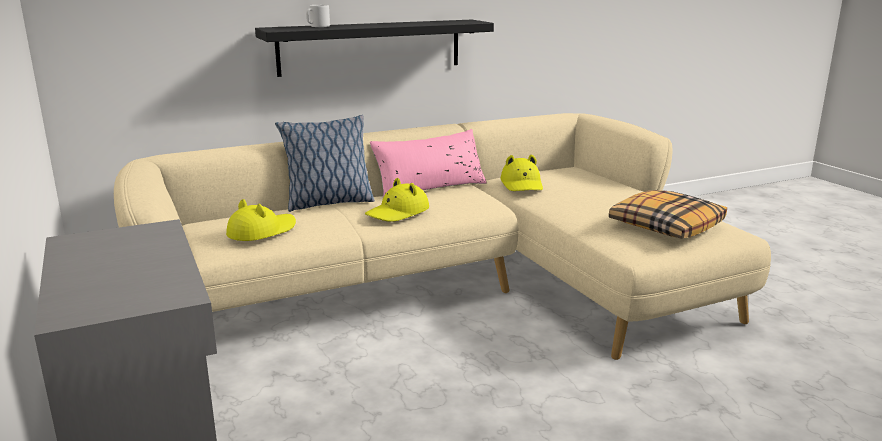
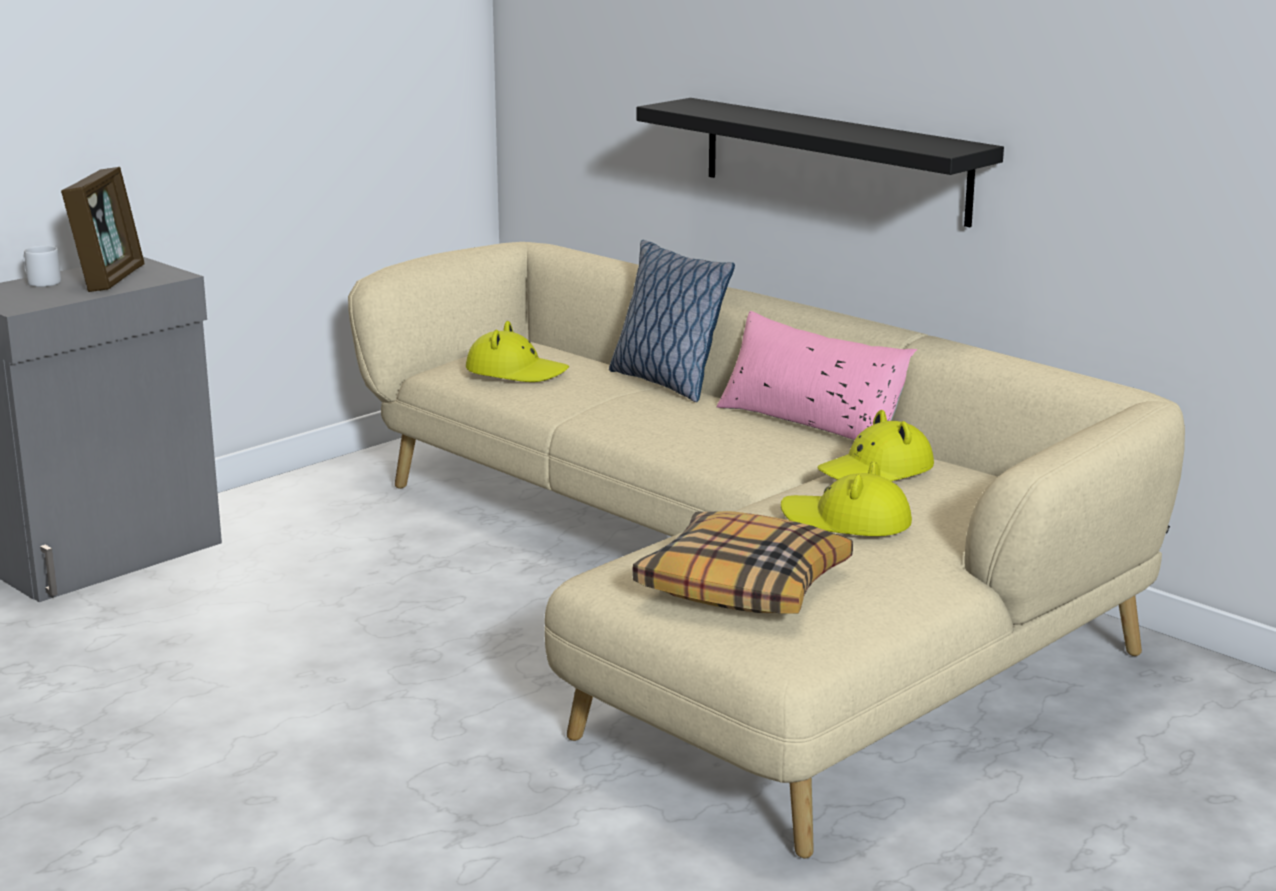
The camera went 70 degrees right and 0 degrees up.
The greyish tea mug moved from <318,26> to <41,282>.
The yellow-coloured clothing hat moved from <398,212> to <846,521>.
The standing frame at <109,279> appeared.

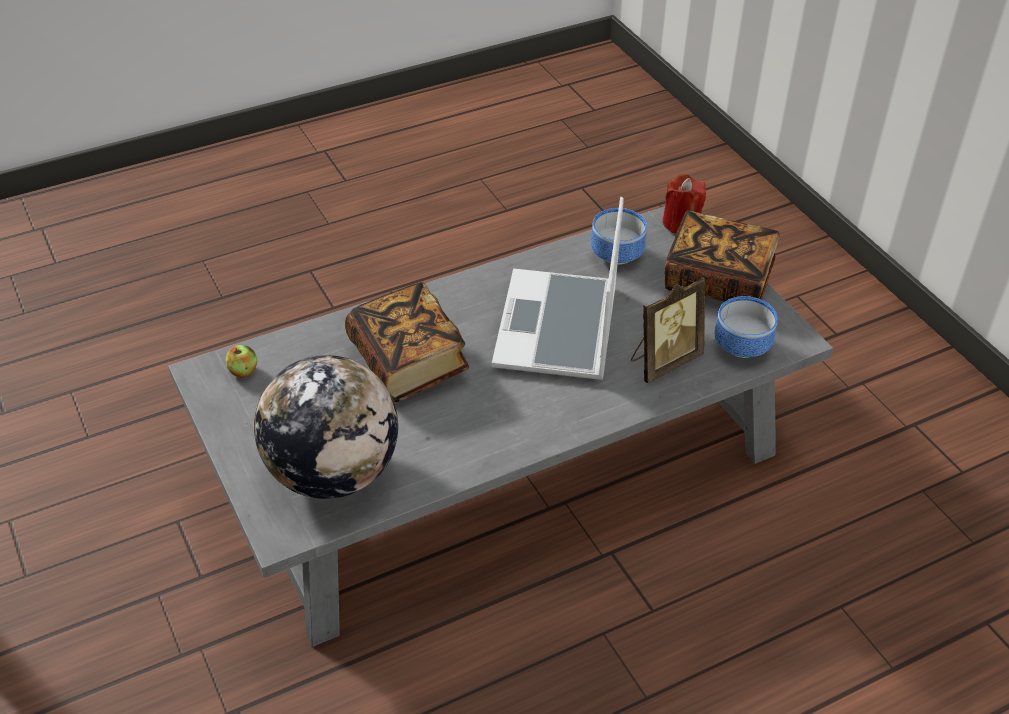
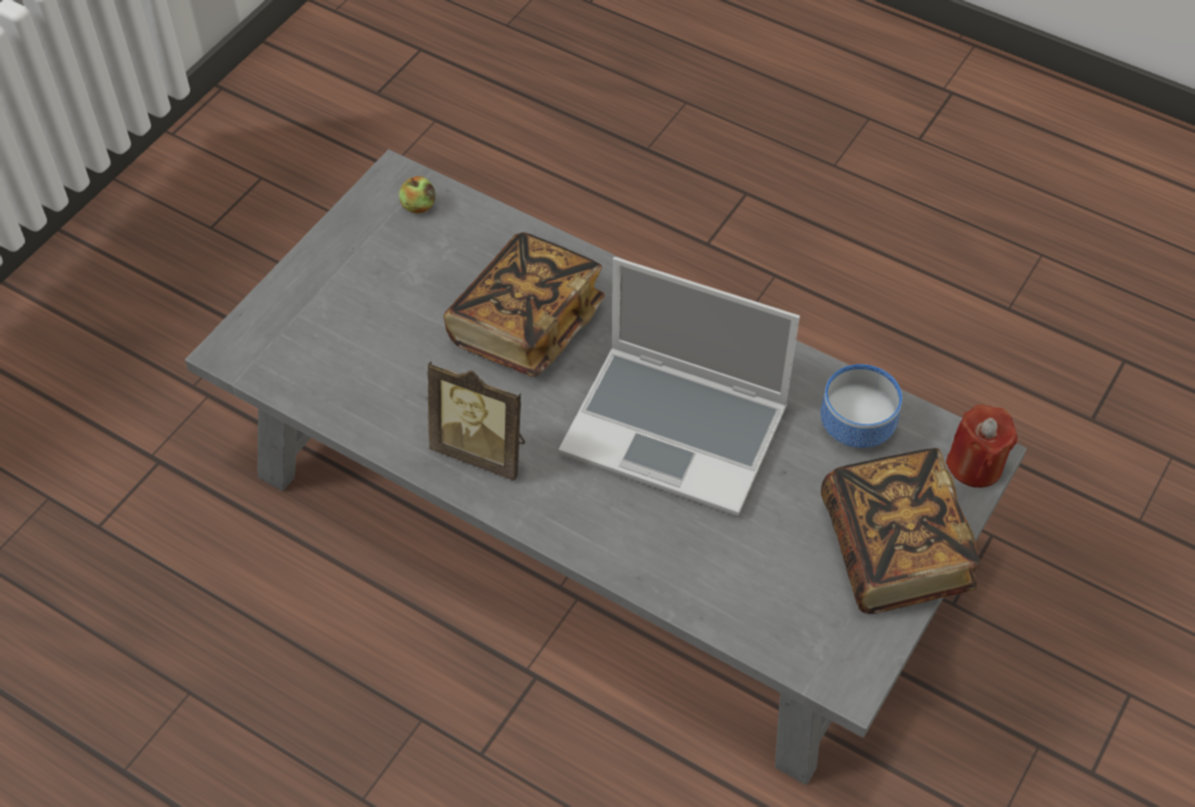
The camera went 60 degrees right and 10 degrees up.
The world globe at <332,473> disappeared.
The notebook computer at <559,329> turned 135 degrees counterclockwise.
The standing frame moved from <663,361> to <482,450>.
The bowl at <740,344> disappeared.

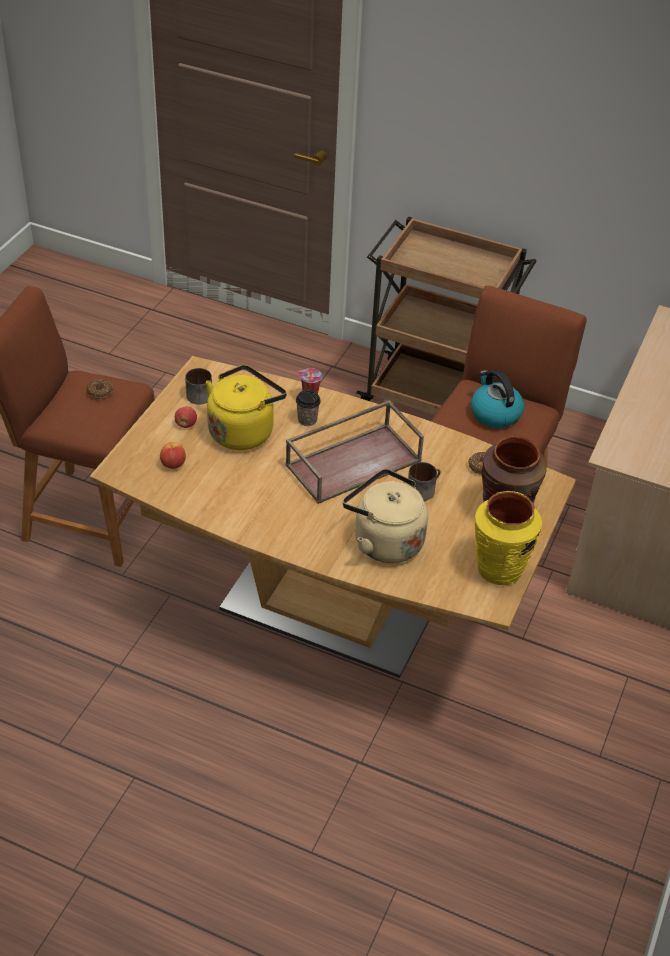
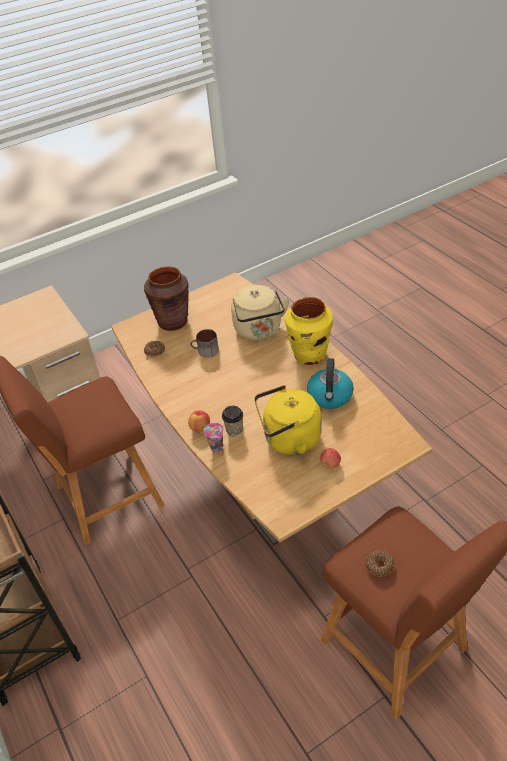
The camera went 140 degrees left and 0 degrees up.
The apple moved from <173,464> to <200,428>.
The tea mug at <197,393> disappeared.
The brownish tray at <354,461> disappeared.
The water kettle moved from <494,413> to <330,396>.
The yellow-coloured flower vase moved from <499,569> to <309,355>.

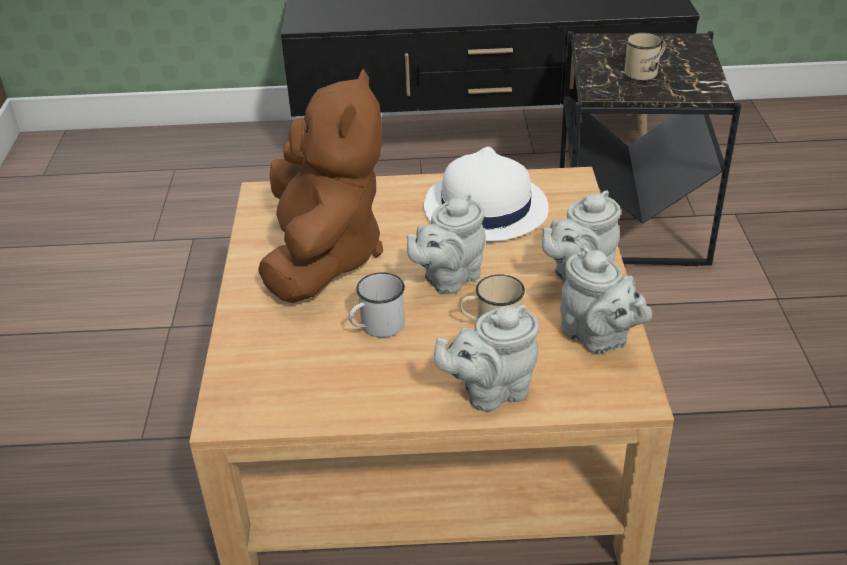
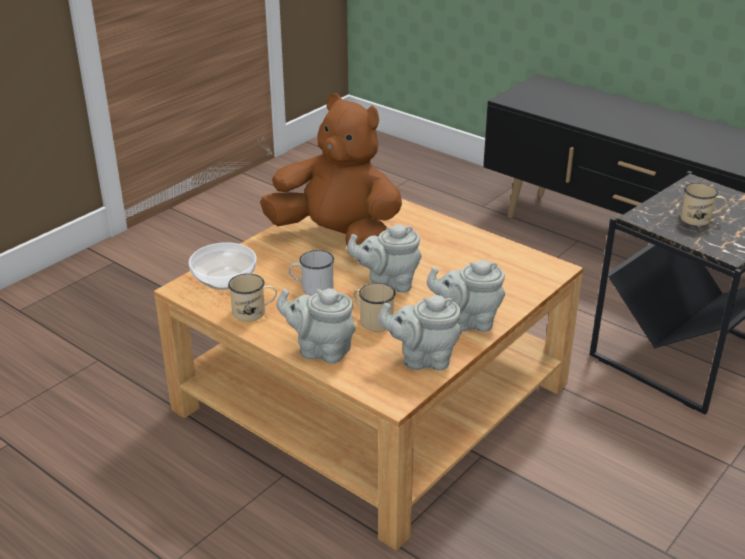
The camera went 40 degrees right and 5 degrees down.
The brownish plush toy at <323,257> turned 105 degrees counterclockwise.
The whitish clothing hat at <484,208> disappeared.
The greyish pot for tea at <598,338> turned 90 degrees clockwise.
The bowl at <223,280> appeared.
The beige tea mug at <254,312> appeared.

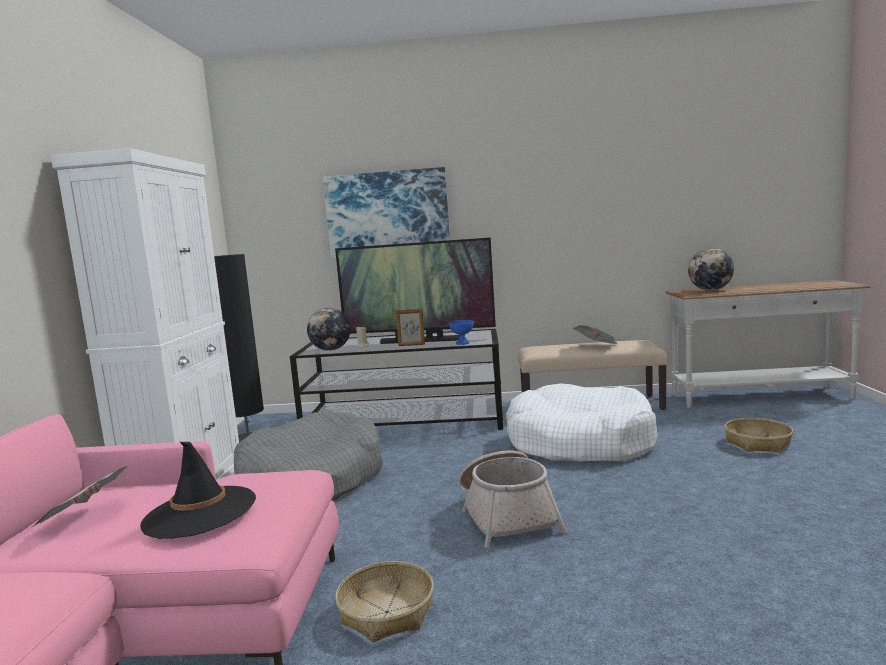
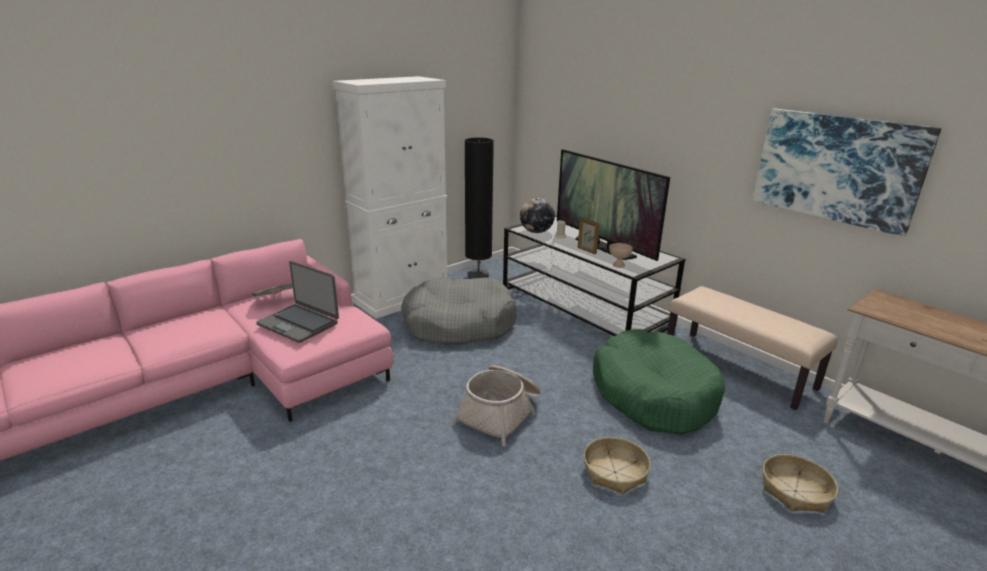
The camera went 45 degrees right and 15 degrees up.
The blackish clothing hat at <199,512> was replaced by the notebook computer at <299,323>.
The picture moved from <387,213> to <837,168>.
The storage basket moved from <386,612> to <614,472>.
The blue bowl at <462,343> became the beige bowl at <619,265>.
The whitish pet bed at <579,442> became the green pet bed at <653,394>.
The printed paper at <597,346> disappeared.
The world globe at <710,290> disappeared.

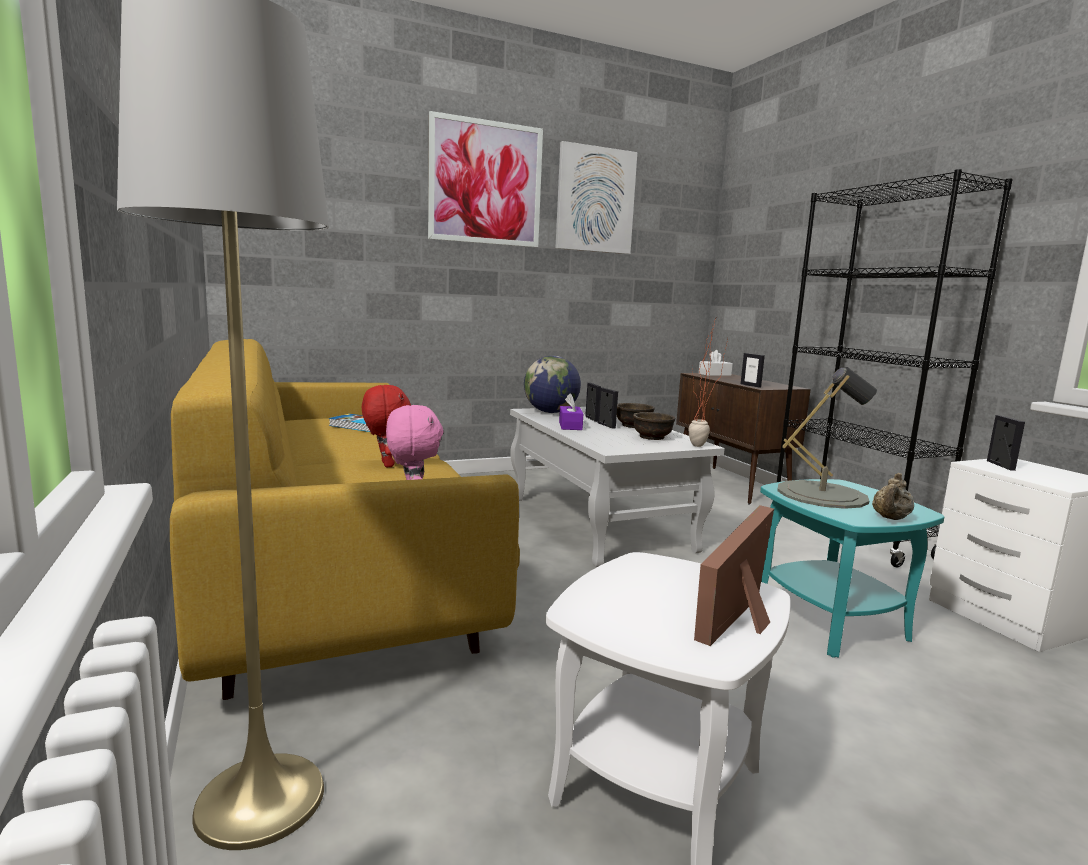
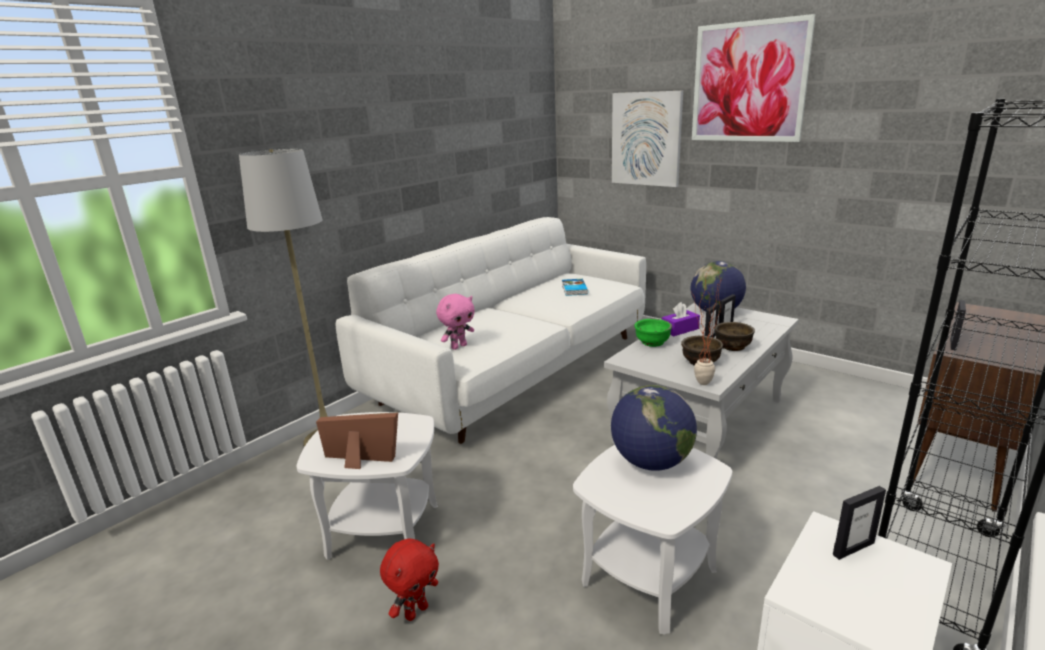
The camera went 65 degrees right and 10 degrees up.
The yellow-coloured sofa at <333,560> became the whitish sofa at <516,368>.
The red-coloured plush toy moved from <385,464> to <416,611>.
The picture moved from <595,200> to <646,139>.
The whitish box of tissues at <714,374> disappeared.
The turquoise side table at <830,622> became the whitish side table at <648,577>.
The greyish tabletop lamp at <821,494> was replaced by the world globe at <651,462>.
The beige pot for tea at <890,518> disappeared.
The green bowl at <652,342> appeared.

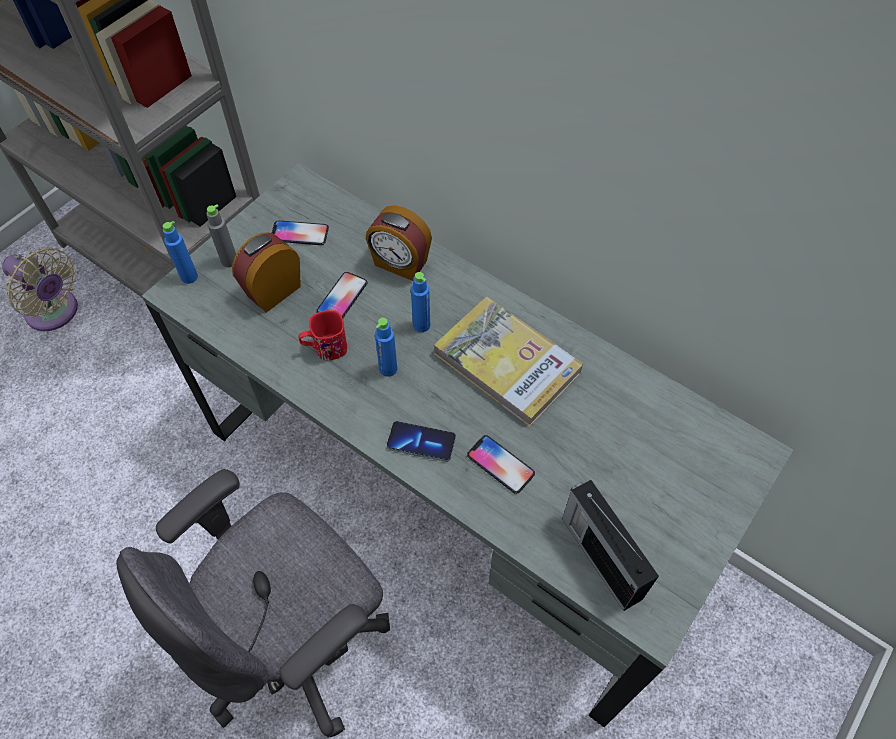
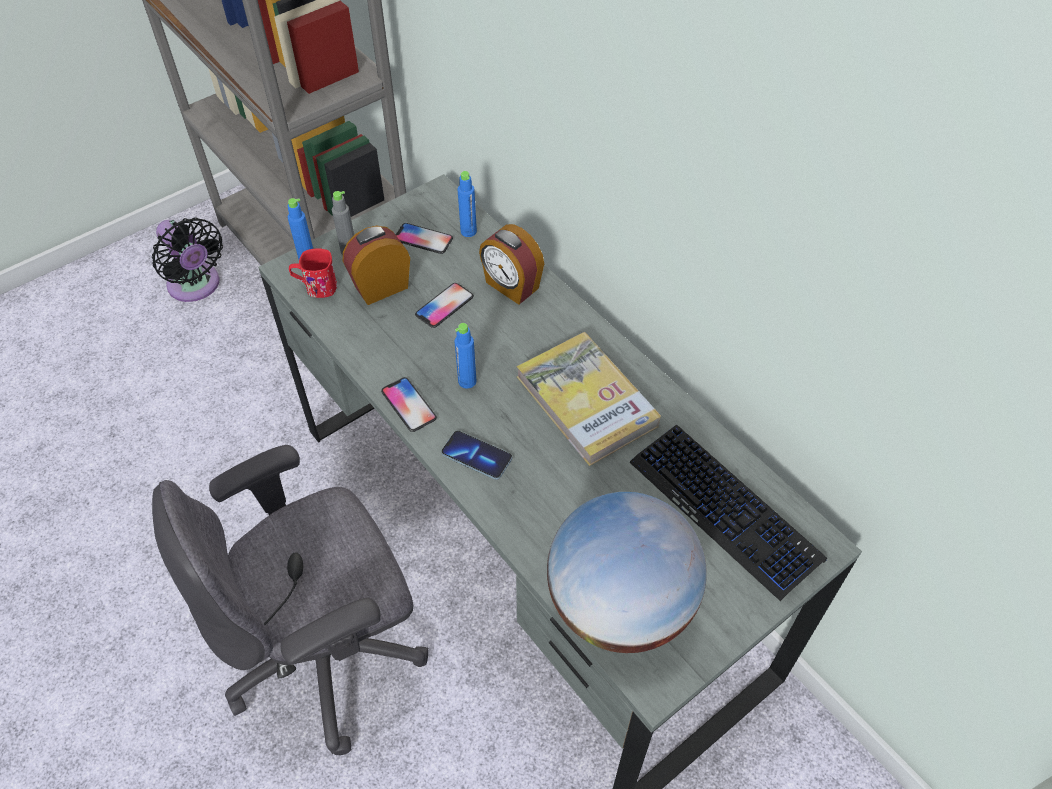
The camera went 15 degrees right and 5 degrees down.
The beige fan at <55,313> became the blackish fan at <196,286>.
The red-coloured tea mug moved from <325,348> to <316,287>.
The blue drink bottle moved from <421,325> to <468,231>.
The telephone moved from <500,464> to <409,405>.
The radio set at <600,556> was replaced by the world globe at <620,605>.
The computer keyboard at <725,510> appeared.

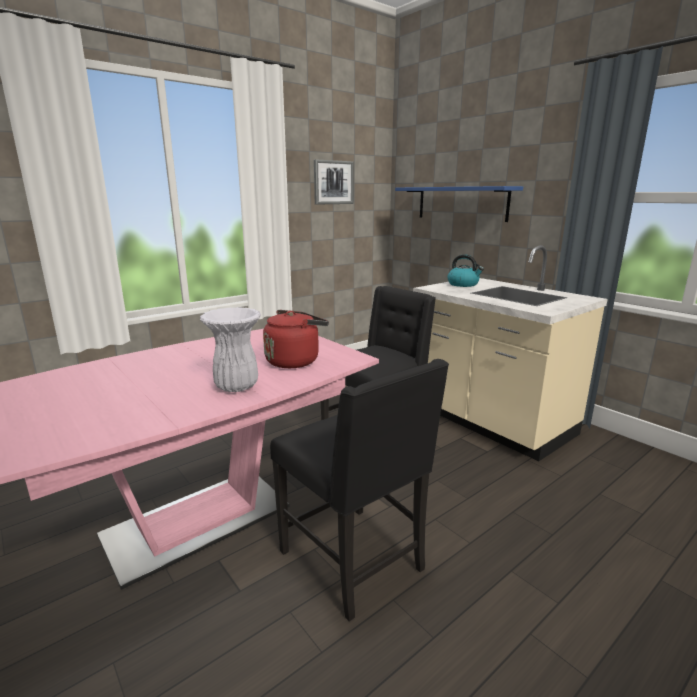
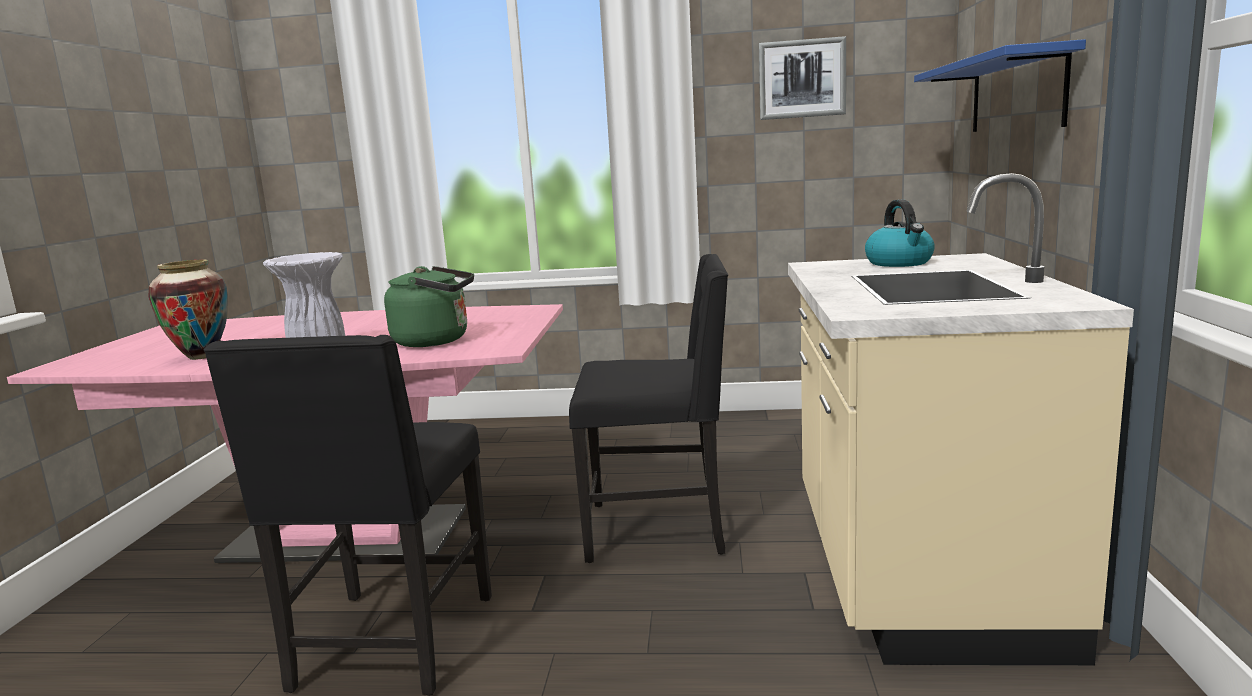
The camera went 45 degrees right and 5 degrees down.
The red-coloured water kettle at <295,361> became the green water kettle at <436,341>.
The flower vase at <201,357> appeared.

